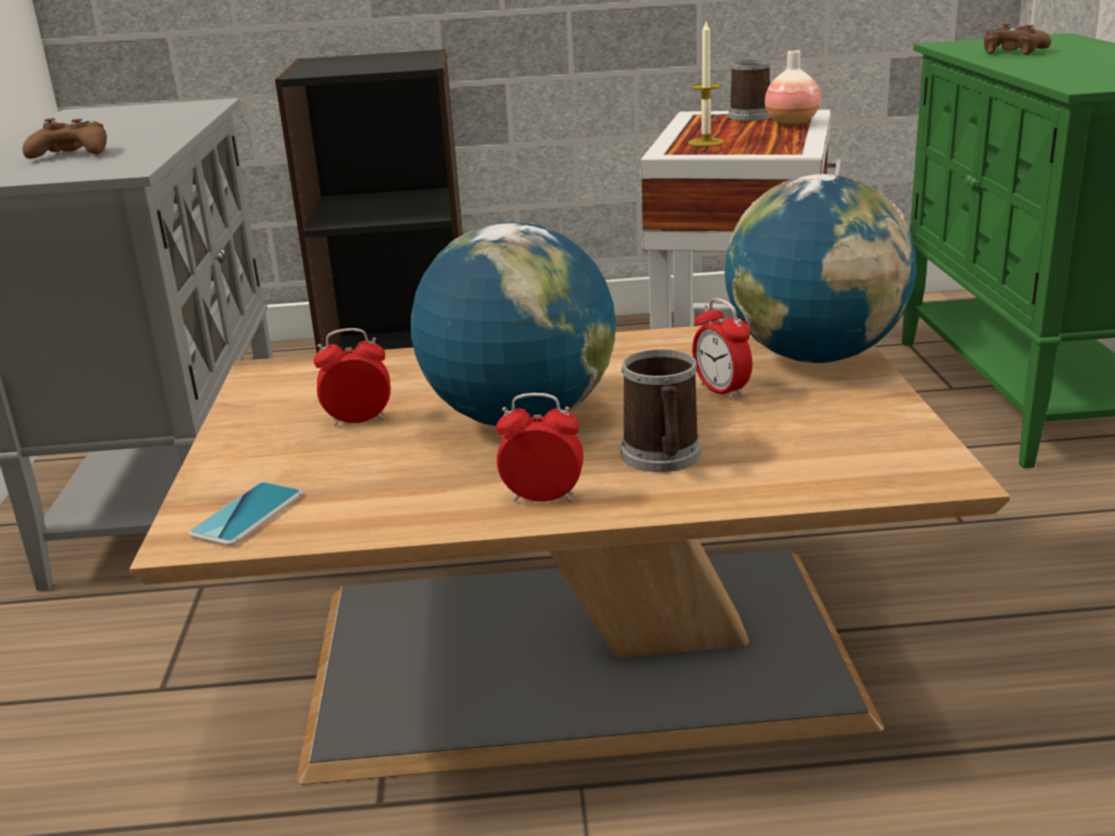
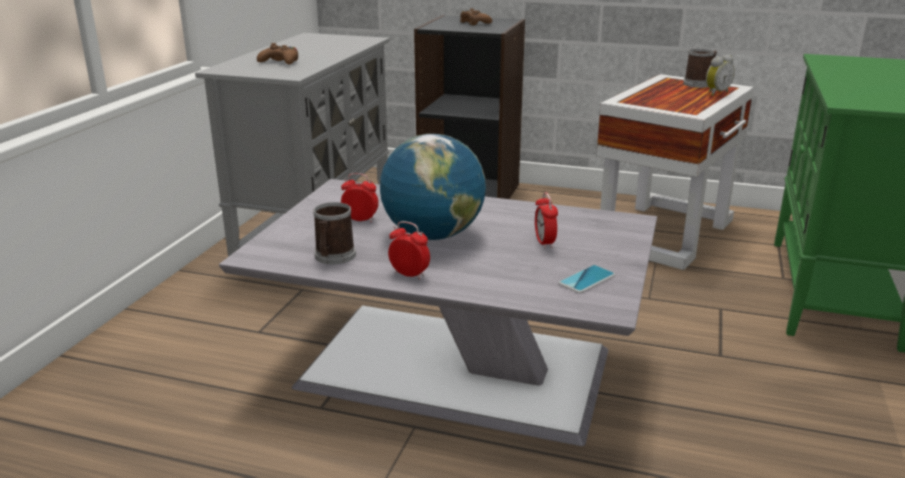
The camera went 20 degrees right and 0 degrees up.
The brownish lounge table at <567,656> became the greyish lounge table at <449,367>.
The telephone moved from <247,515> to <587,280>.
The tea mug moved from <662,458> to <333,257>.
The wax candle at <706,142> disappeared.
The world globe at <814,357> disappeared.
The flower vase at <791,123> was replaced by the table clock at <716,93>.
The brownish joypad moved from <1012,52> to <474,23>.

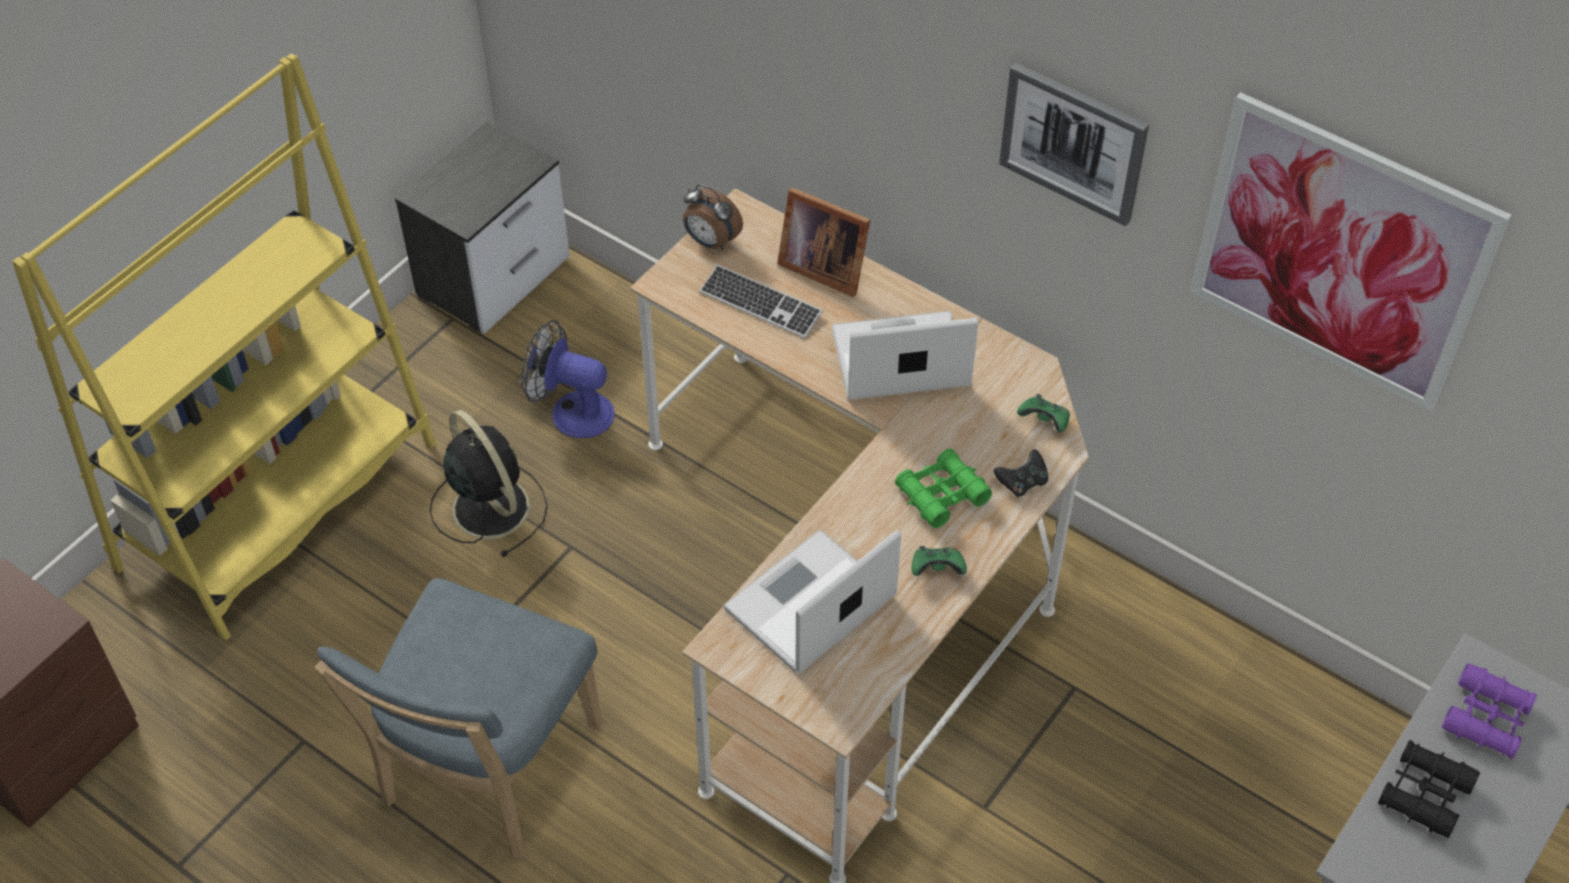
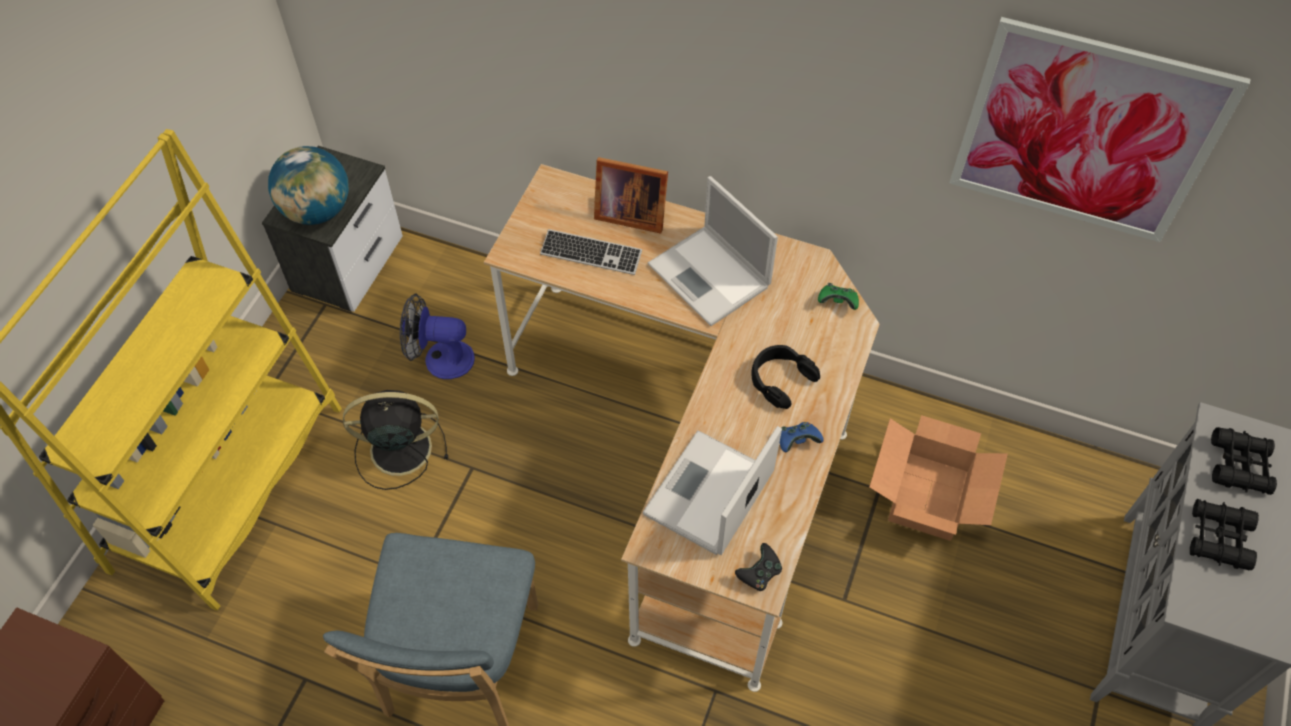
The camera went 15 degrees left and 5 degrees up.
The blackish fan at <489,505> turned 45 degrees counterclockwise.
The table clock at <711,242> disappeared.
The notebook computer at <897,359> turned 105 degrees counterclockwise.
The green pair of binoculars at <941,495> was replaced by the blackish headset at <780,379>.
The green joypad at <937,569> became the blue joypad at <797,441>.
The blackish joypad moved from <1022,482> to <759,574>.
The picture at <1074,142> disappeared.
The purple pair of binoculars at <1486,718> became the blackish pair of binoculars at <1239,466>.
The world globe at <317,211> appeared.
The cardboard box at <929,495> appeared.

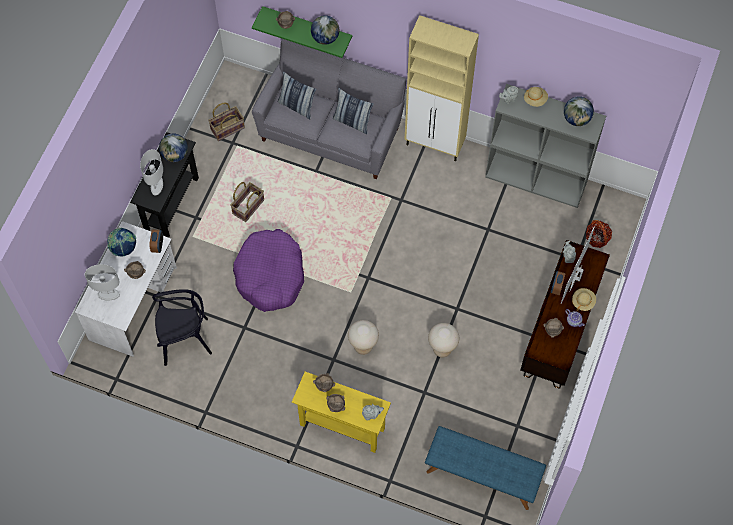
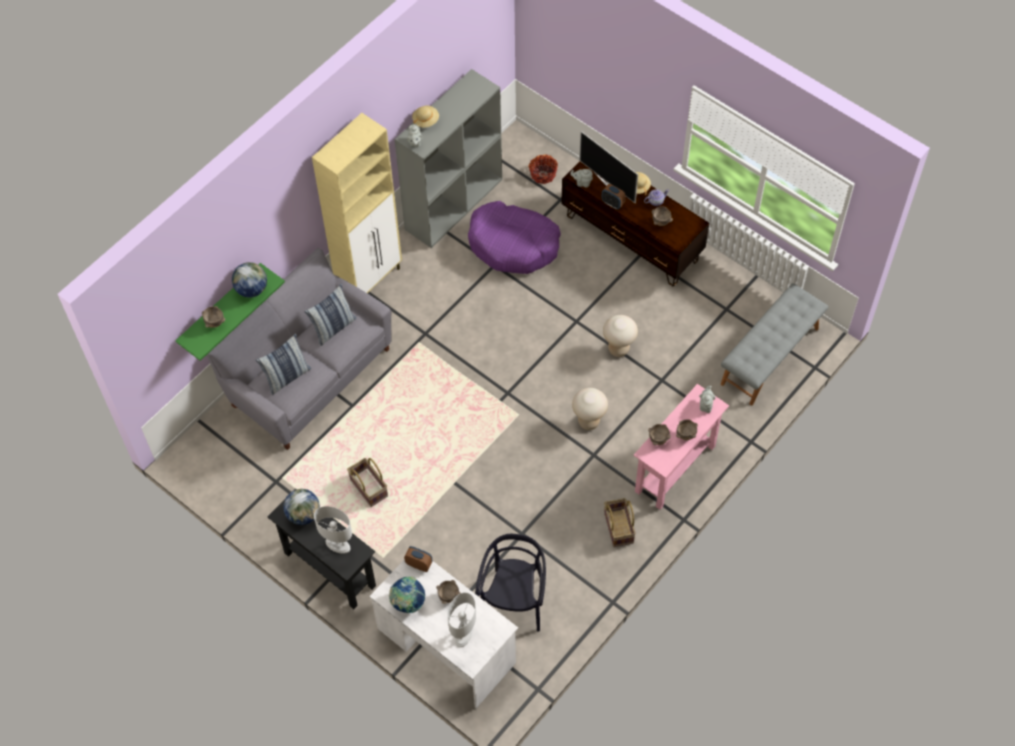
The camera went 70 degrees left and 5 degrees down.
The storage basket moved from <227,128> to <618,528>.
The purple pet bed moved from <270,275> to <513,244>.
The yellow-coloured console table at <342,426> became the pinkish console table at <675,469>.
The blue long seat at <482,475> became the greyish long seat at <770,356>.
The world globe at <576,119> disappeared.

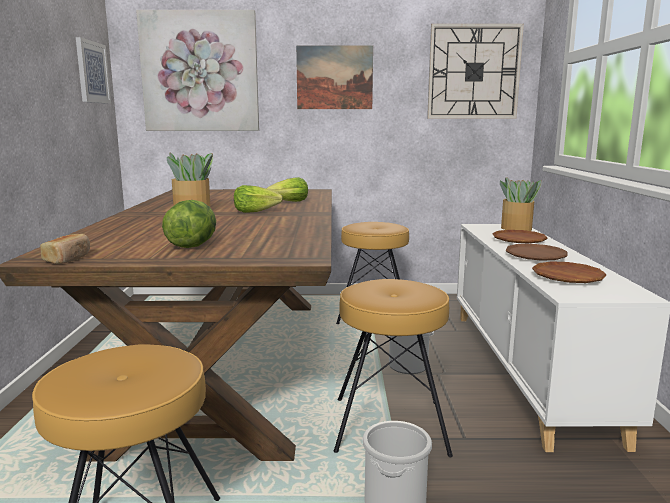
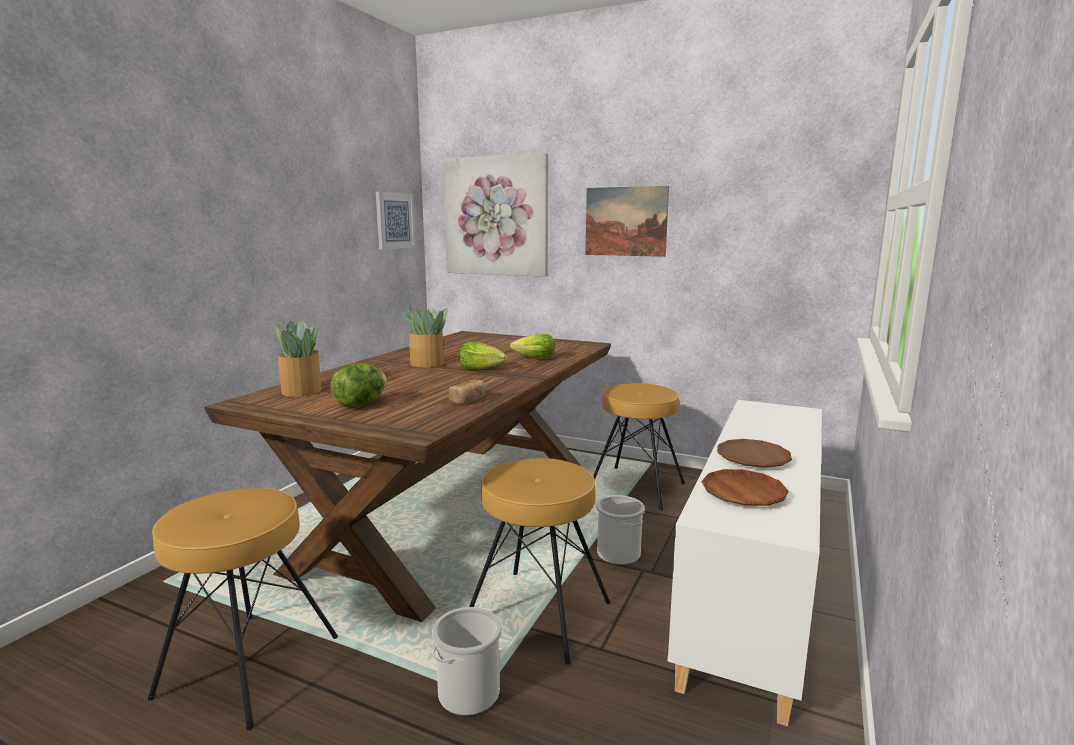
The camera went 25 degrees right and 0 degrees up.
The bakery bread moved from <68,258> to <468,400>.
The clock on the wall at <473,72> disappeared.
The brownish plate at <519,240> disappeared.
The houseplant moved from <516,228> to <301,391>.

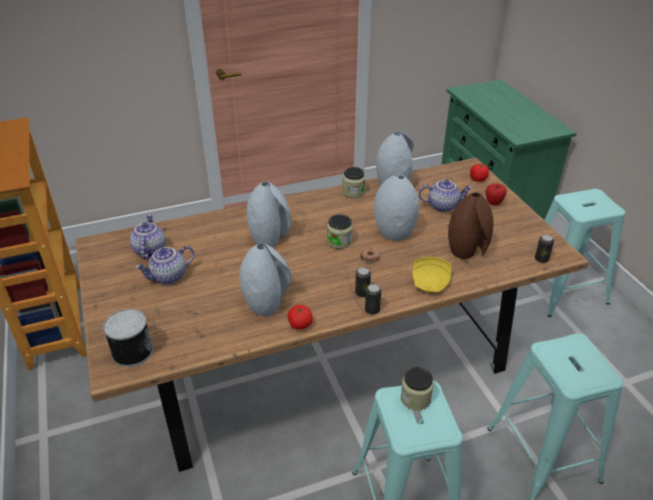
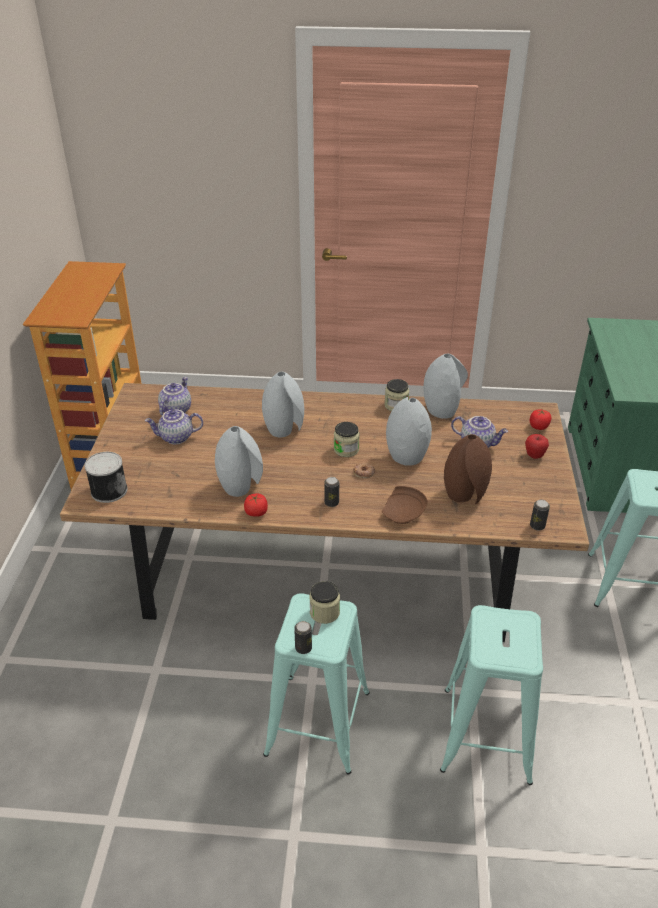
The camera went 25 degrees right and 0 degrees up.
The sealed can moved from <372,310> to <303,648>.
The yellow-coloured plate at <431,282> became the brownish plate at <404,513>.

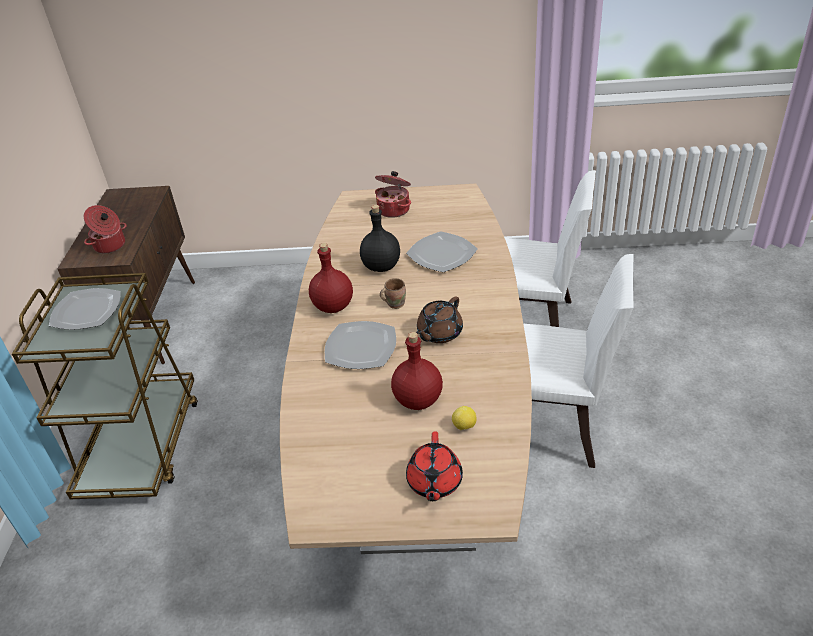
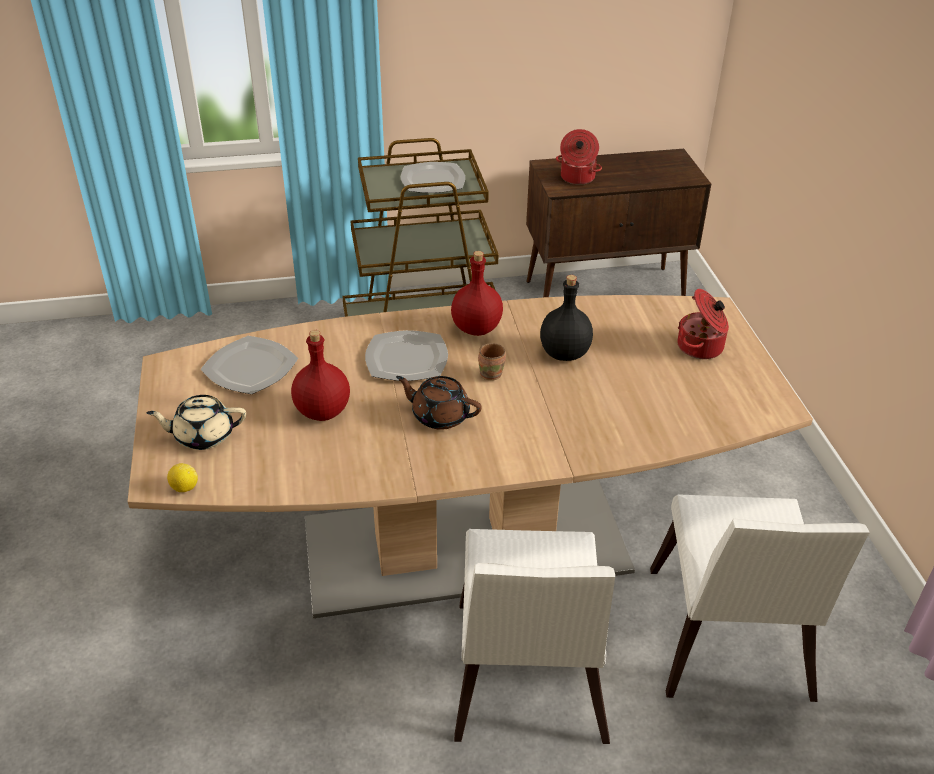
The camera went 75 degrees right and 0 degrees up.
The plate moved from <442,255> to <249,368>.
The red-coloured pot for tea at <434,482> became the beige pot for tea at <203,436>.
The lemon moved from <464,426> to <184,487>.

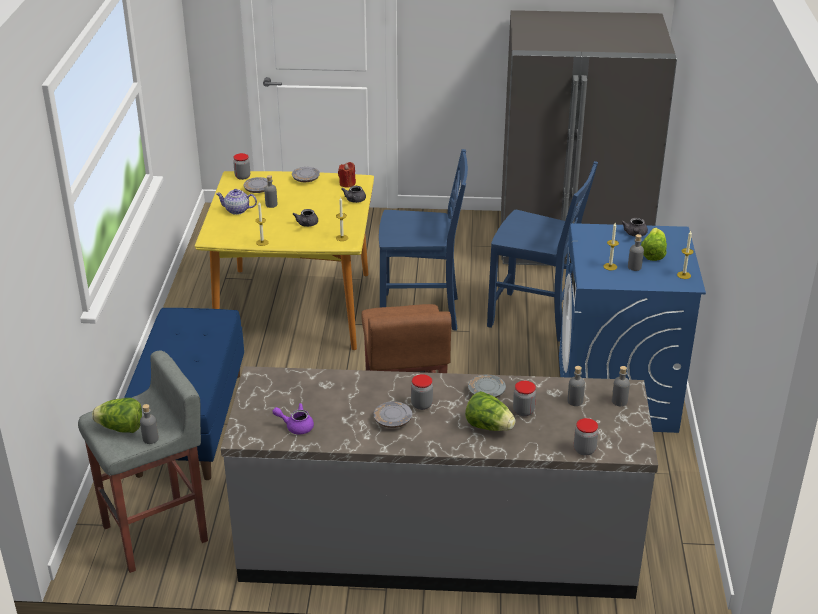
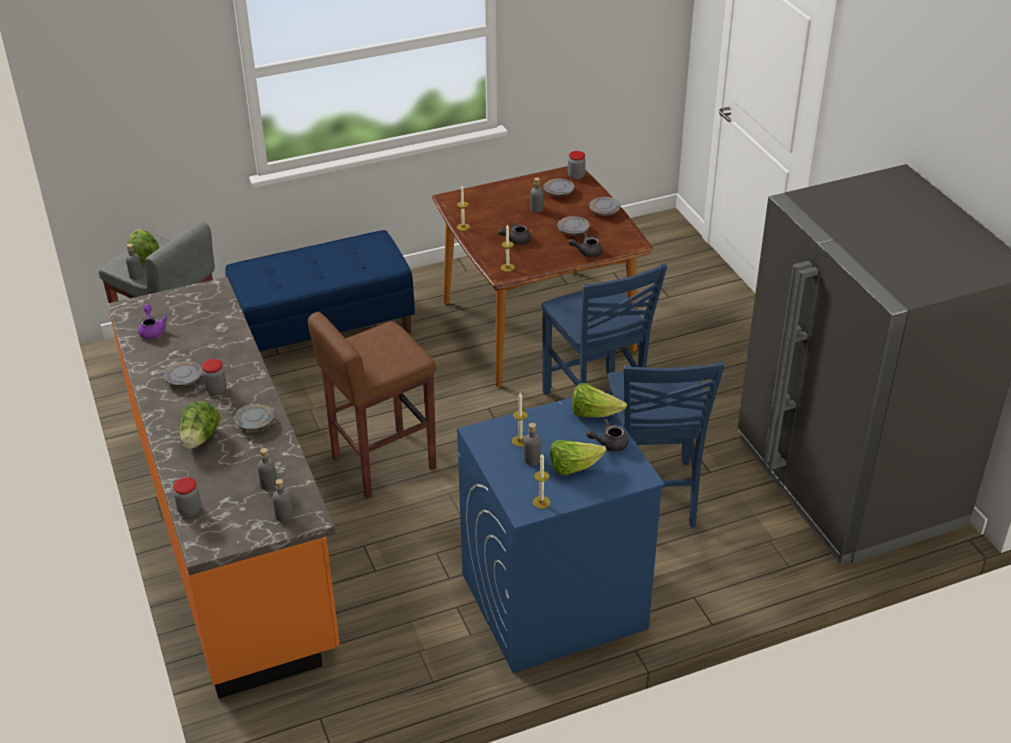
The camera went 65 degrees right and 5 degrees up.
The yellow-coloured dining table at <295,309> became the brownish dining table at <538,327>.
The pot for tea at <237,210> disappeared.
The greyish kitchen counter at <437,545> became the orangey kitchen counter at <234,535>.
The red-coloured wax candle at <347,184> disappeared.
The storage jar at <523,411> disappeared.
The greyish plate at <573,231> appeared.
The head of lettuce at <594,413> appeared.

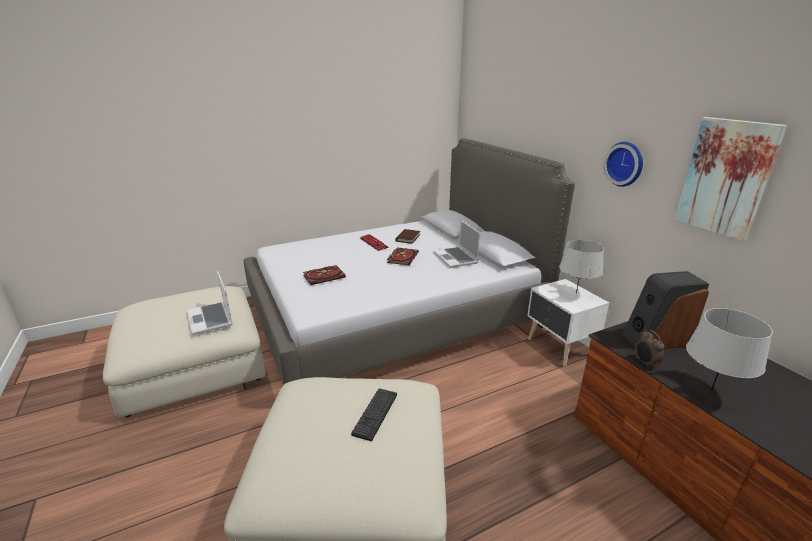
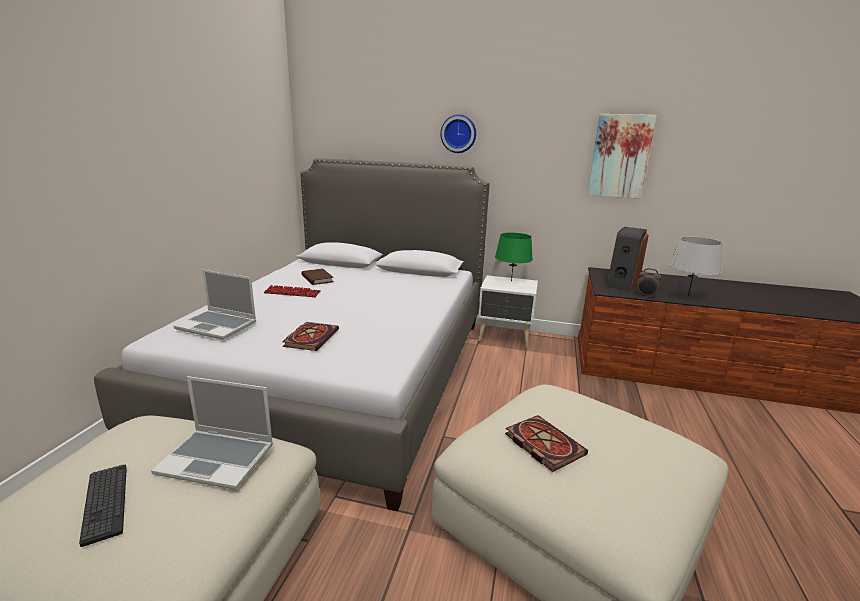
The camera went 50 degrees left and 5 degrees down.
The computer keyboard moved from <375,413> to <105,503>.
The bound book moved from <402,257> to <542,444>.
The notebook computer moved from <456,258> to <218,326>.
The greyish tabletop lamp at <576,293> became the green tabletop lamp at <511,281>.
The clock on the wall moved from <625,164> to <458,134>.

